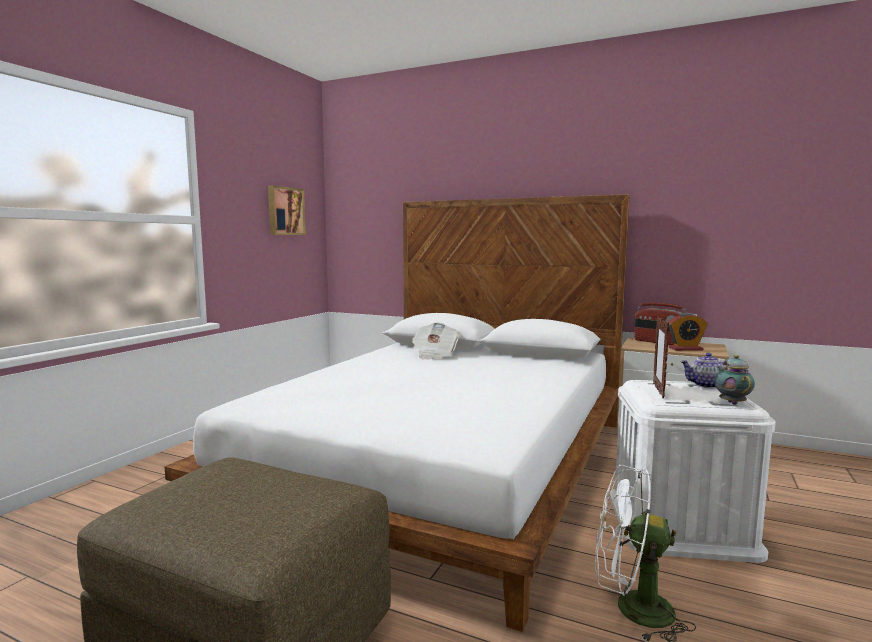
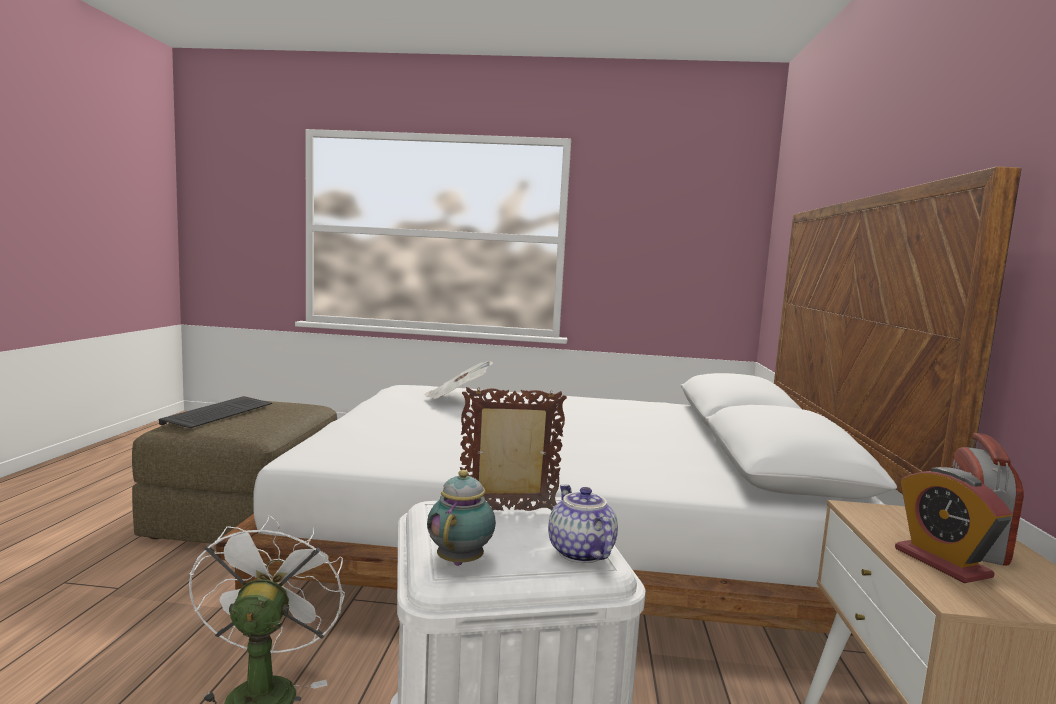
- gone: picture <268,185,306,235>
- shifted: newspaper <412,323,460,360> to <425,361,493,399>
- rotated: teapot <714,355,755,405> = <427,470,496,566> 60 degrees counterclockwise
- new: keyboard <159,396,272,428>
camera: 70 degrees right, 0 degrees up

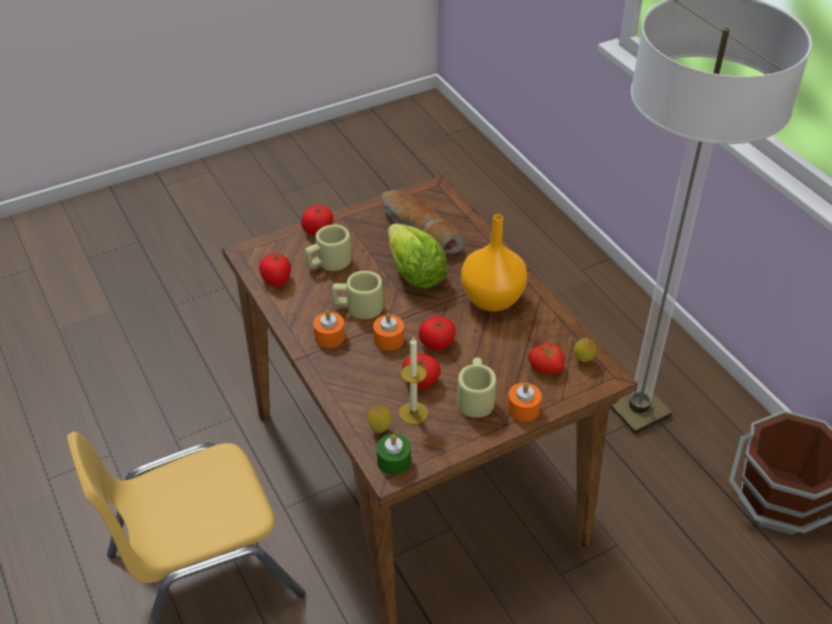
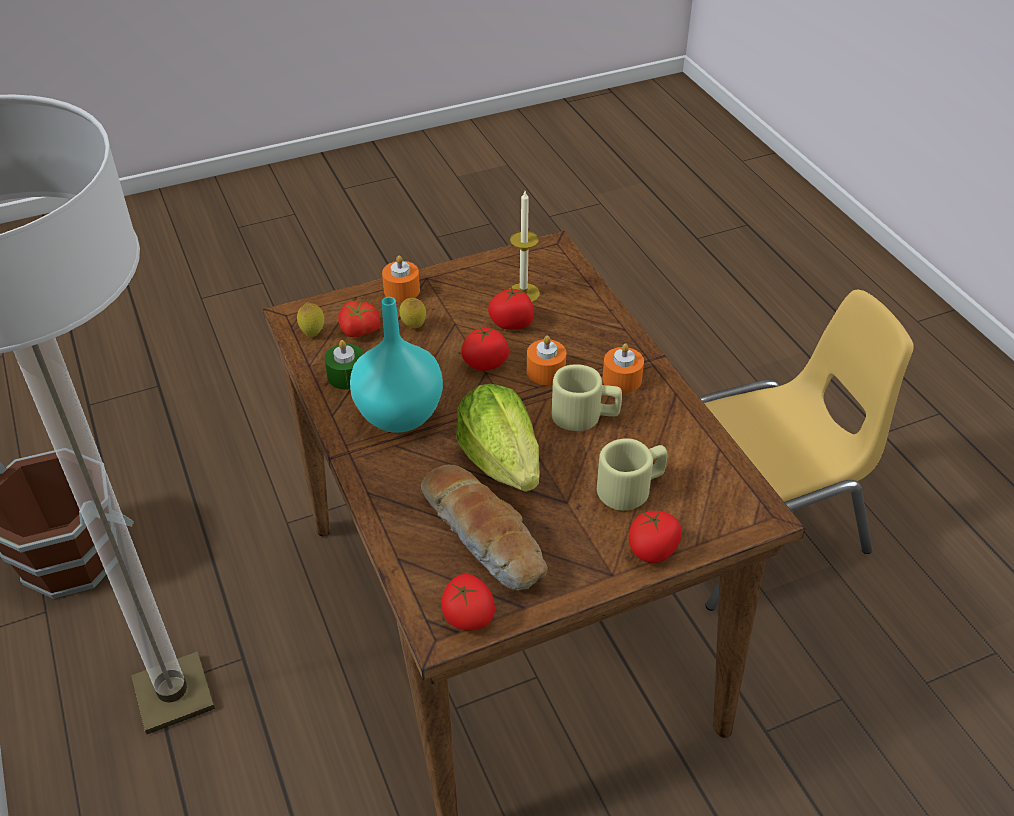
- shifted: tomato <259,253,291,287> to <441,574,495,630>
- shifted: lemon <368,405,392,433> to <400,298,426,328>
- shifted: green candle <377,434,411,475> to <324,340,364,390>
- gone: beige mug <457,357,496,418>
- repainted: orange vase <461,214,527,312> to turquoise vase <350,297,443,433>
camera: 175 degrees left, 0 degrees up

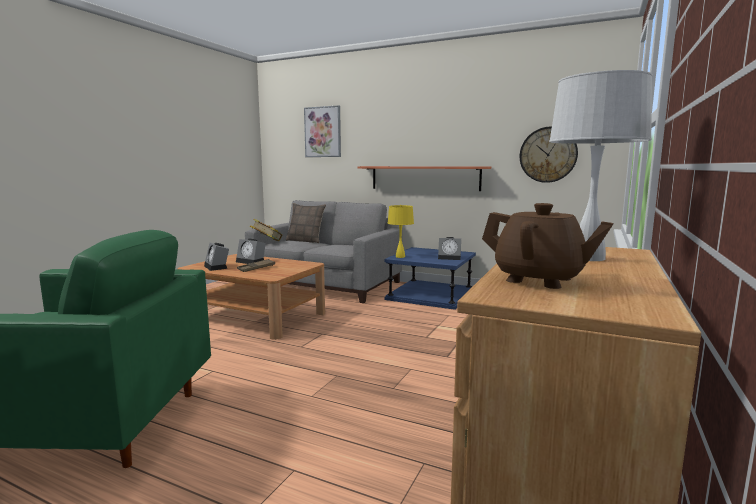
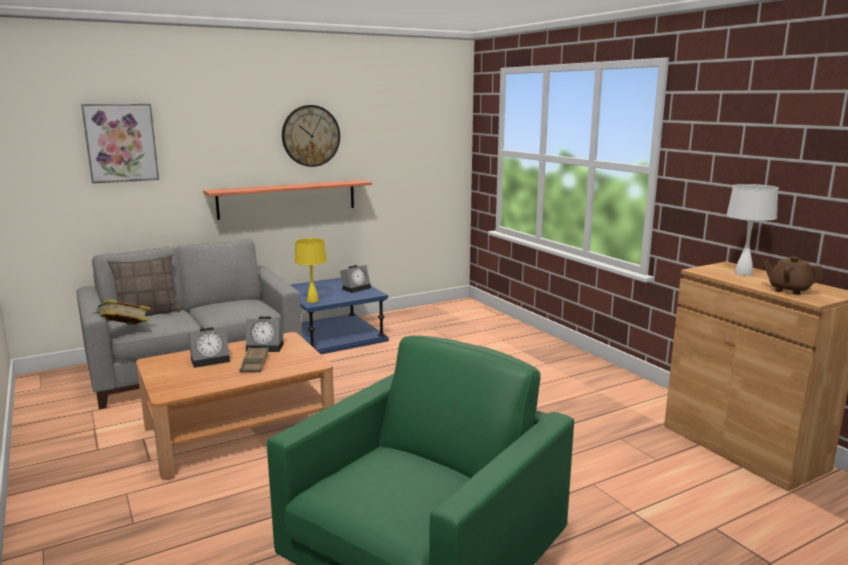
- shifted: alarm clock <204,243,229,271> to <246,316,284,352>
- rotated: brown teapot <482,203,613,289> = <763,256,823,295> 120 degrees counterclockwise
- shifted: wall clock <520,127,578,183> to <282,105,340,167>
camera: 55 degrees left, 5 degrees up

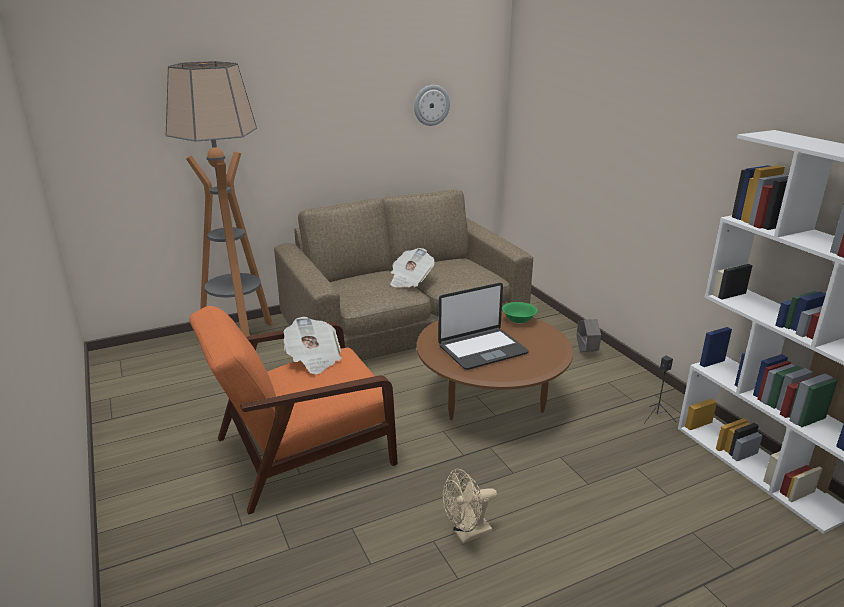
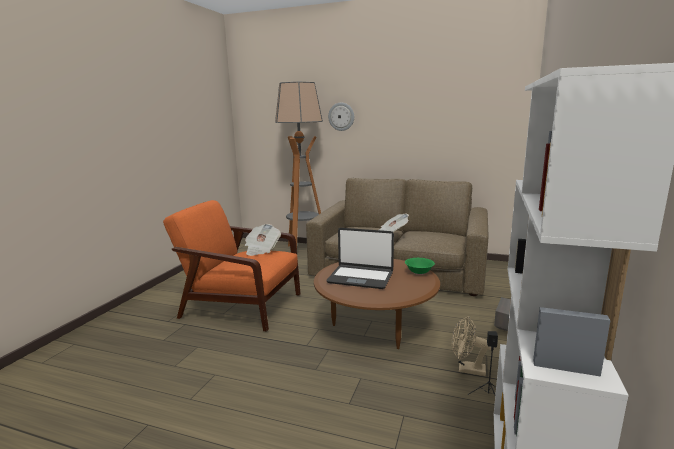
- shifted: wall clock <414,85,450,126> to <328,103,354,131>
- shifted: beige fan <443,469,497,544> to <452,316,494,376>
camera: 45 degrees right, 10 degrees down

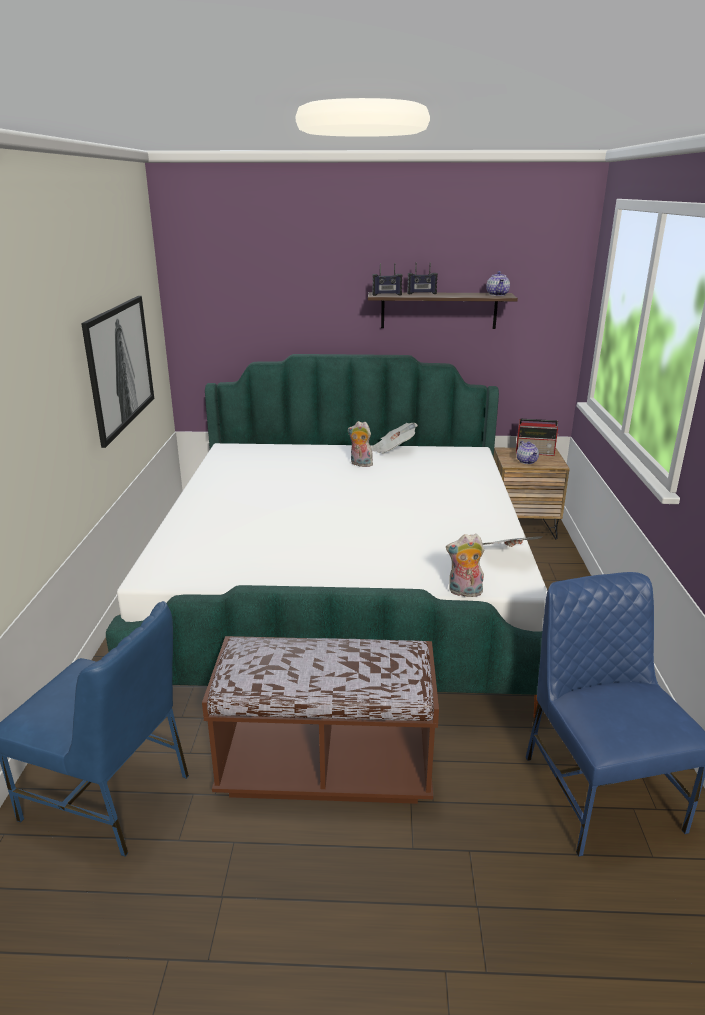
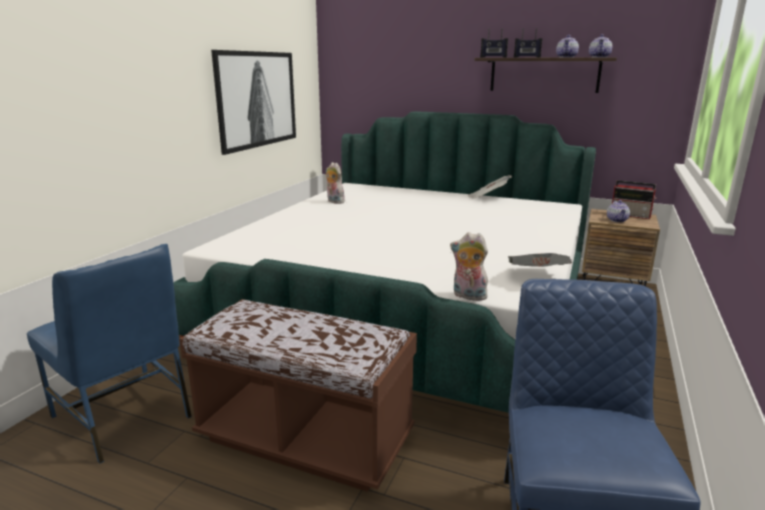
- shifted: plush toy <348,421,376,467> to <326,162,346,204>
- new: teapot <556,35,579,57>
camera: 20 degrees right, 5 degrees down

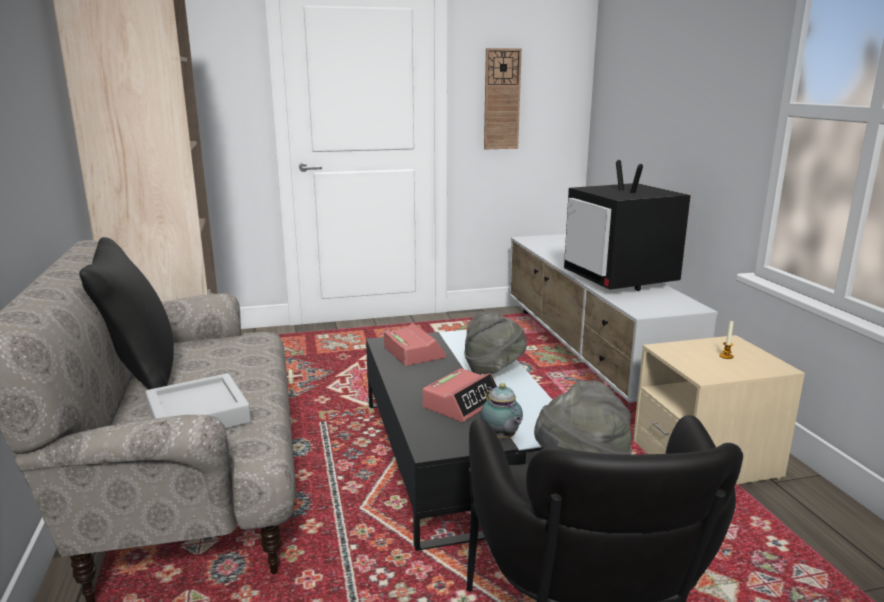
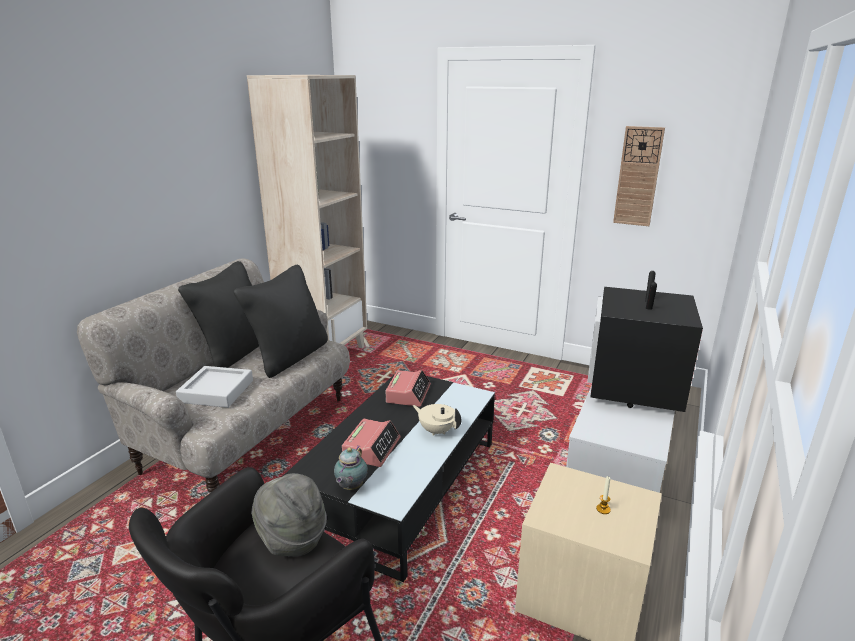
- rotated: alarm clock <422,368,497,422> = <342,419,401,467> 60 degrees counterclockwise
- swapped: grey hat <464,311,527,374> to beige teapot <413,404,461,436>
- new: black pillow <233,265,328,378>
camera: 40 degrees right, 5 degrees up

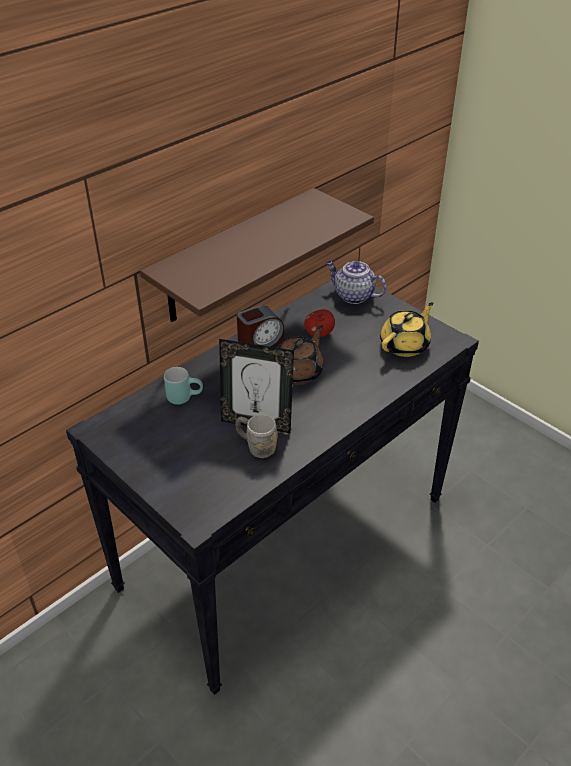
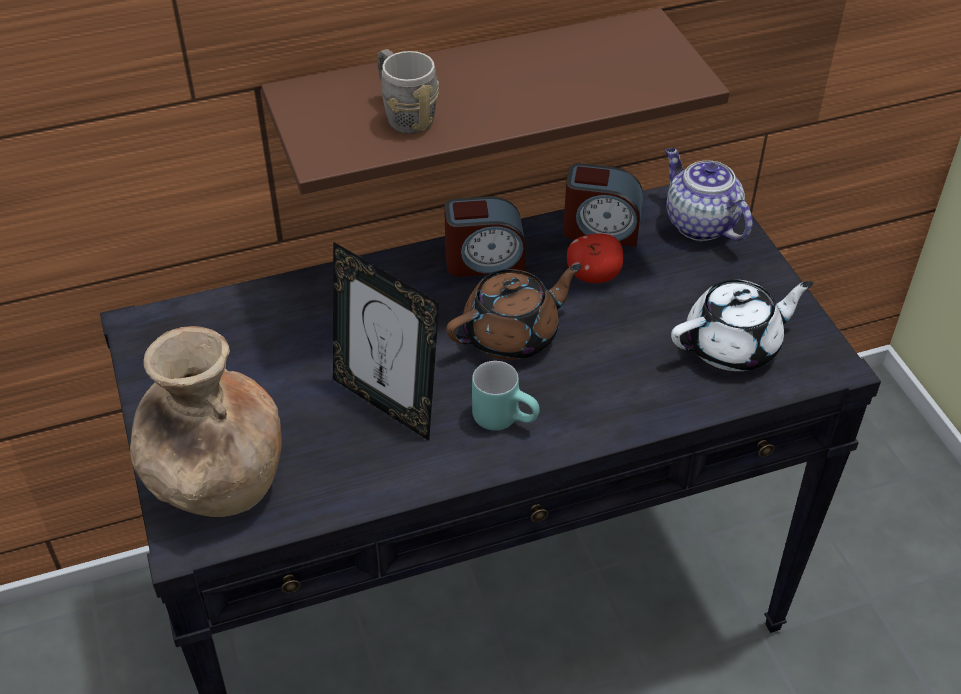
- shifted: turquoise mug <164,367,203,404> to <472,361,540,431>
- shifted: grey mug <235,414,278,458> to <377,49,439,134>
- repainted: yellow teapot <380,302,433,357> to white teapot <671,280,813,371>
- new: brown vase <130,326,282,517>
- new: alarm clock <563,163,643,247>
camera: 25 degrees right, 5 degrees up

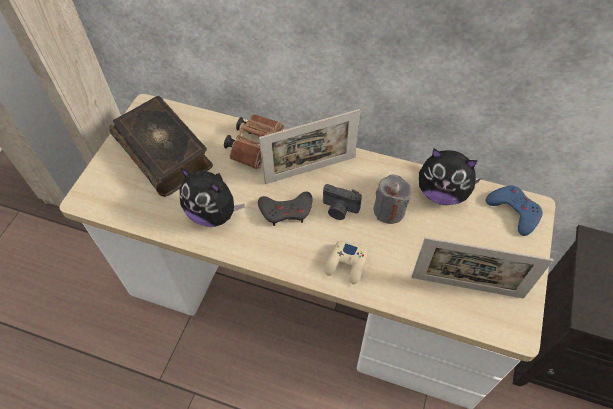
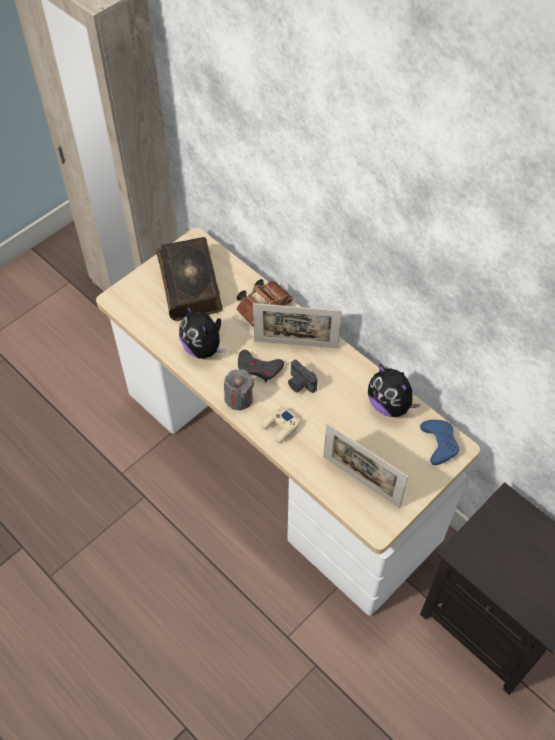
- shifted: grey candle <373,174,412,224> to <224,369,254,410>
camera: 25 degrees right, 0 degrees up

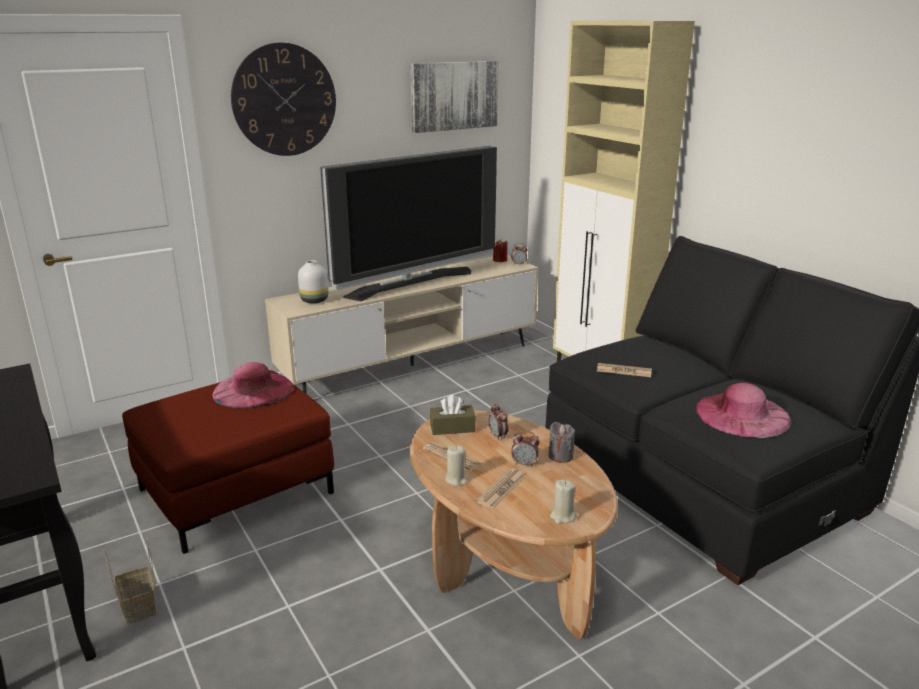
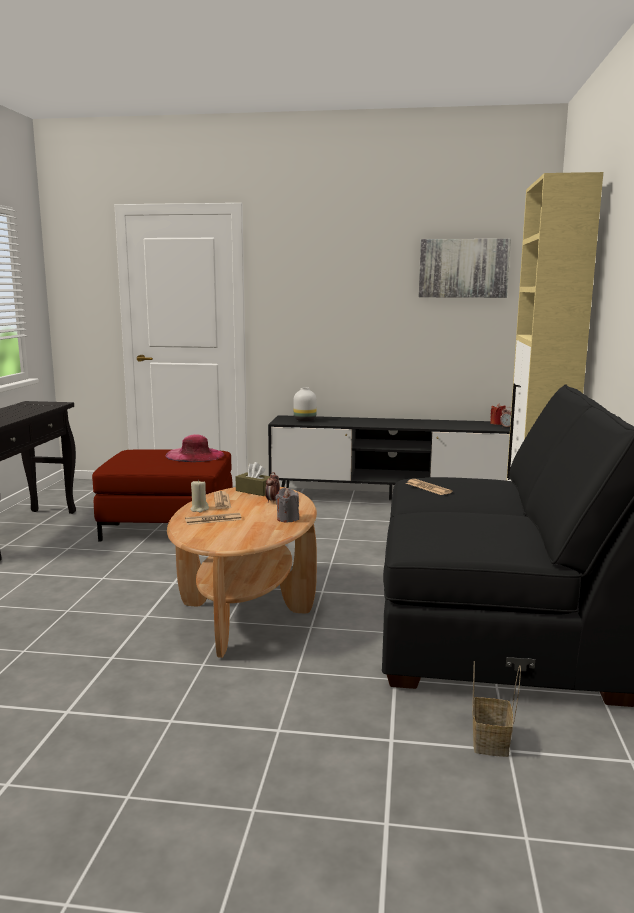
- shifted: basket <104,537,157,624> to <472,661,521,757>
- gone: wall clock <231,43,336,156>
- repainted: beige tv stand <265,255,538,394> to black tv stand <268,415,510,500>
- gone: television <320,146,497,301>
- gone: alarm clock <511,431,540,467>
- gone: beige candle <550,479,577,524>
- gone: pink hat <696,382,791,438>
camera: 40 degrees right, 10 degrees down

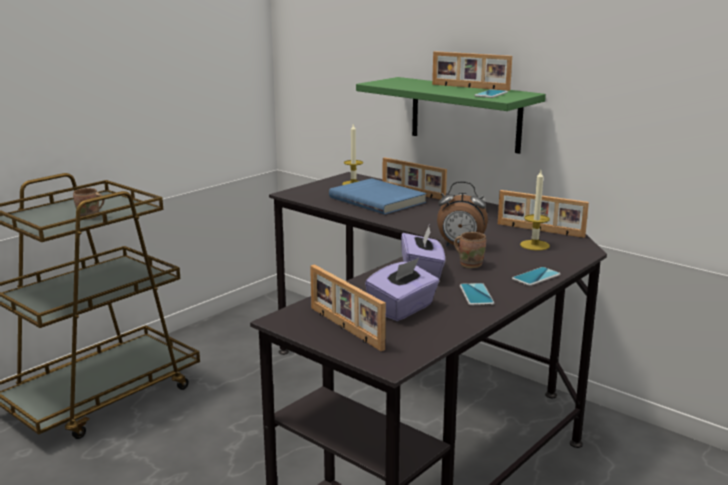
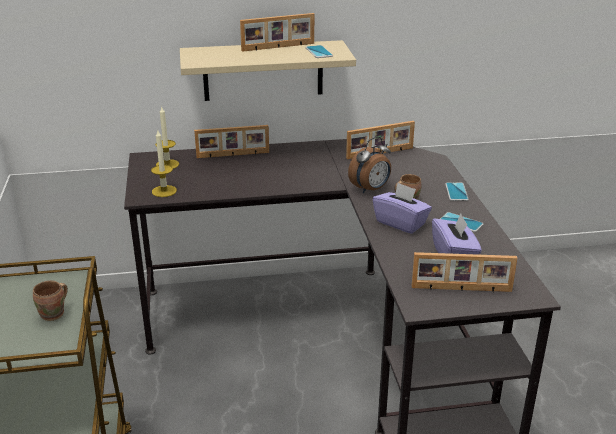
- gone: blue book <329,178,427,215>
- repainted: green shelf <356,77,546,154> to beige shelf <180,40,356,101>
- shifted: candle <520,170,550,251> to <151,130,177,197>
camera: 50 degrees left, 10 degrees up

